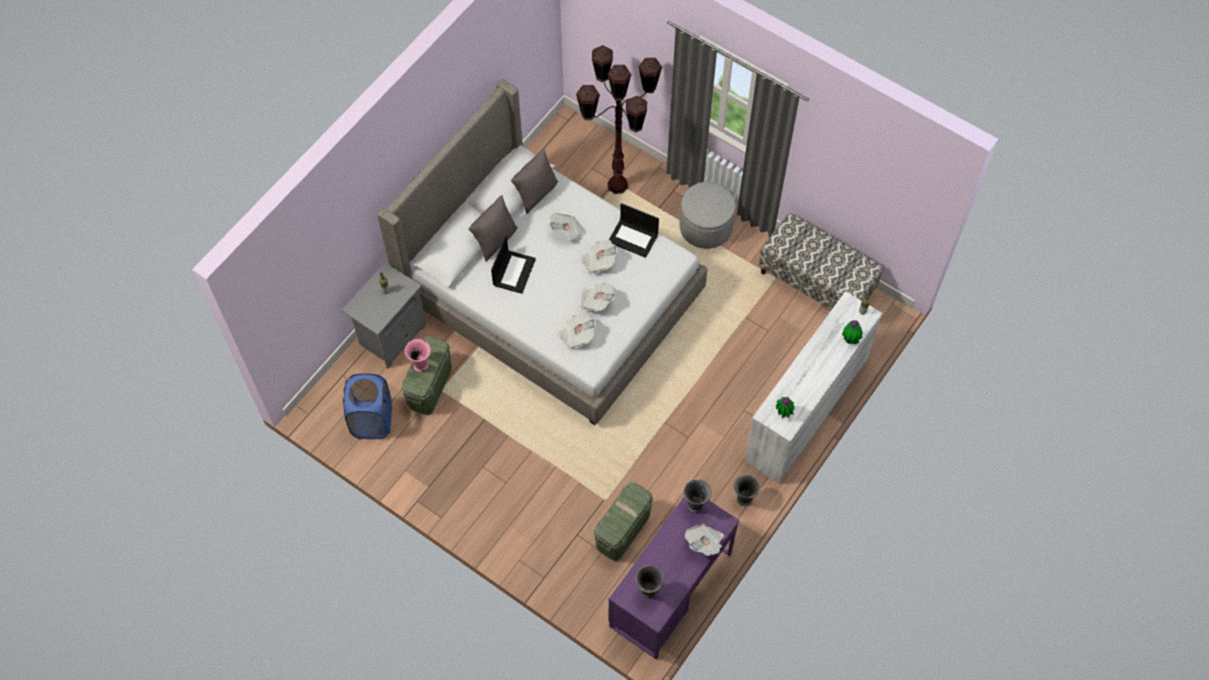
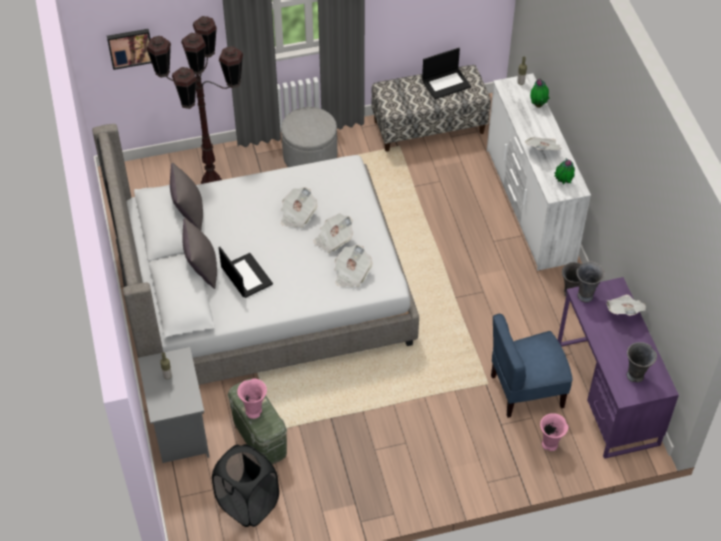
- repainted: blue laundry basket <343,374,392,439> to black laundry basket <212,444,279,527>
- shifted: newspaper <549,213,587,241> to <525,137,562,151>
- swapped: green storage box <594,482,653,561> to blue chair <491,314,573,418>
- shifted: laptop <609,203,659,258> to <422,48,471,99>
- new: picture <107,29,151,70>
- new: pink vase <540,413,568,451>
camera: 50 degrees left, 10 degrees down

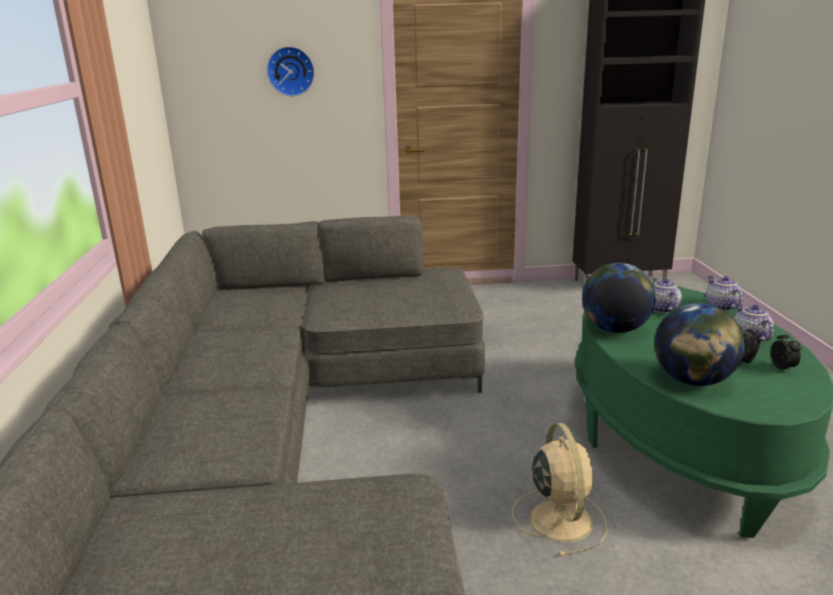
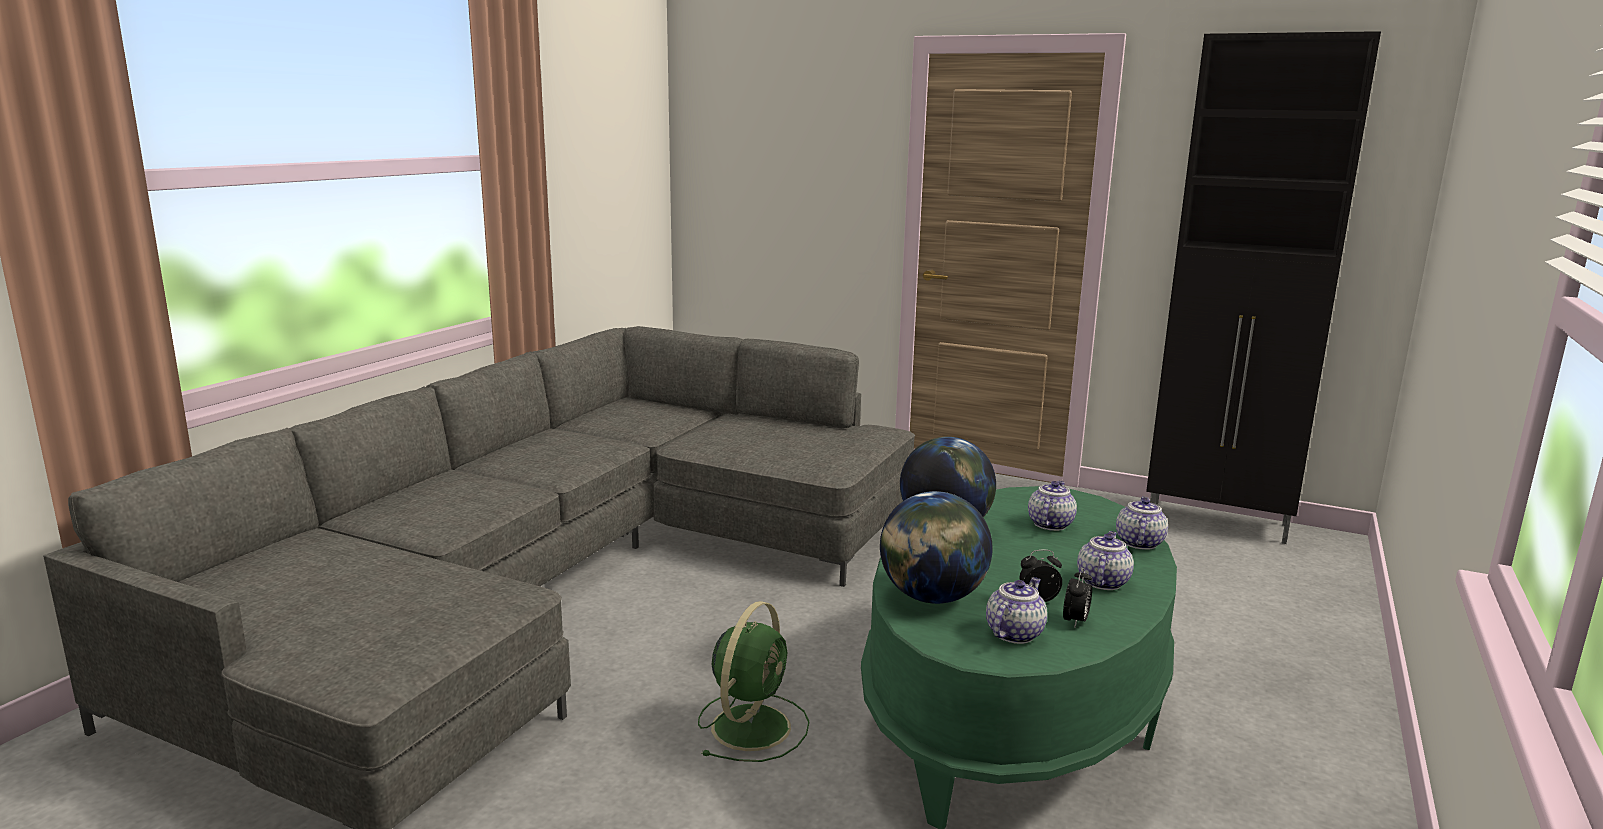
- gone: wall clock <266,46,315,96>
- repainted: beige fan <512,423,607,557> to green fan <698,601,810,762>
- new: teapot <986,577,1047,644>
camera: 30 degrees right, 5 degrees down

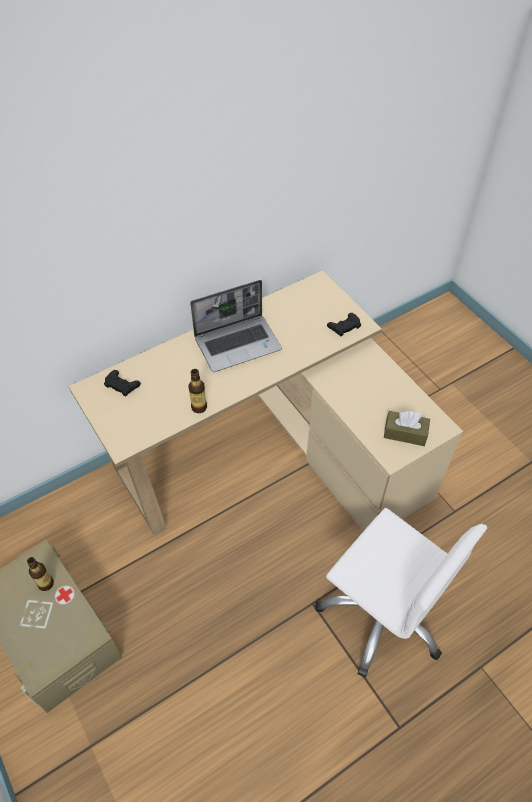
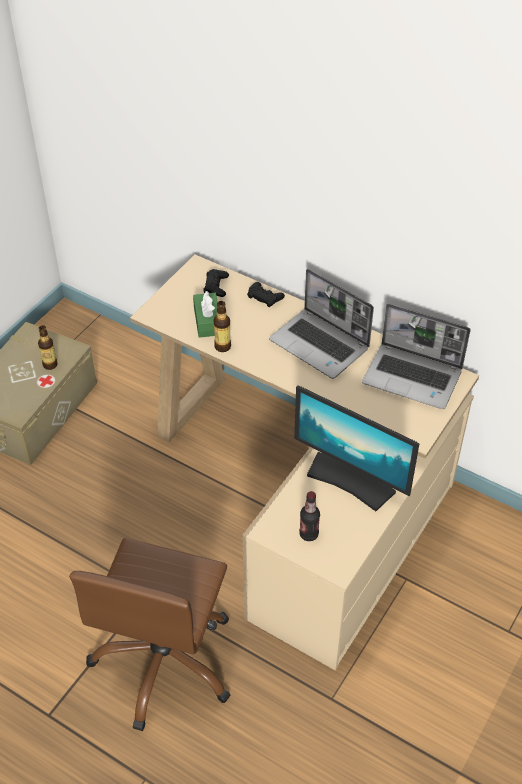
- repainted: white office chair <315,508,487,677> to brown office chair <69,538,231,731>
- shifted: black game controller <327,313,361,337> to <247,282,285,307>
- swapped: brown tissue box <384,411,430,446> to bottle <299,491,320,541>
- new: green tissue box <193,291,218,338>
- new: monitor <294,385,419,511>
- new: laptop <362,304,471,409>
camera: 65 degrees right, 5 degrees down

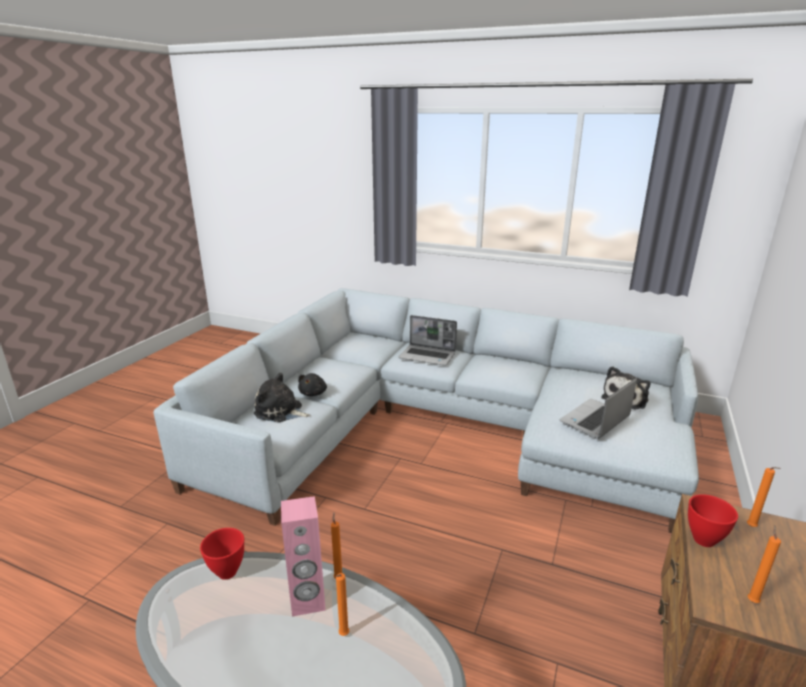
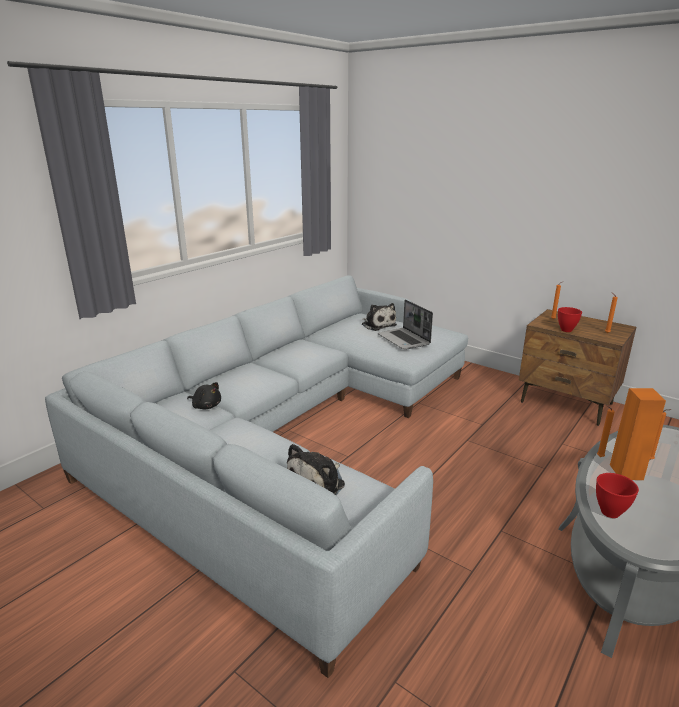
- repainted: pink speaker <281,496,326,616> to orange speaker <610,388,666,480>
- shifted: black plush toy <298,373,327,396> to <187,382,221,409>
- gone: laptop <399,315,457,366>
camera: 75 degrees left, 0 degrees up

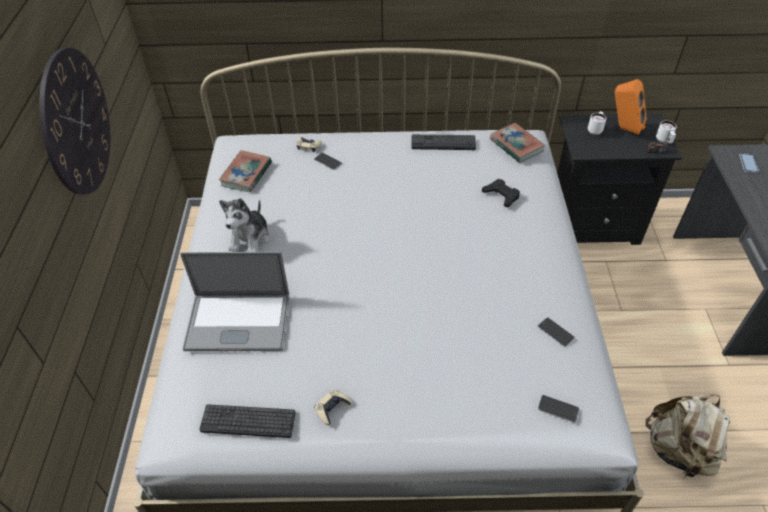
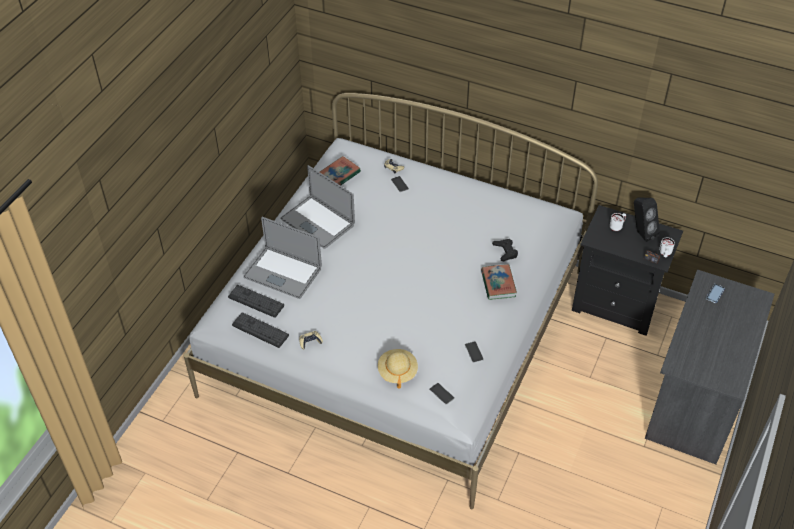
- gone: wall clock <40,48,110,195>
- swapped: plush toy <219,198,270,252> to laptop <281,165,355,249>
- shifted: keyboard <411,134,476,150> to <228,285,284,318>
- shifted: book <490,123,546,163> to <481,264,517,300>
- repainted: orange speaker <615,79,647,135> to black speaker <634,197,660,242>
- gone: beige backpack <646,394,730,478>
- new: beige hat <378,349,418,389>
camera: 25 degrees right, 0 degrees up

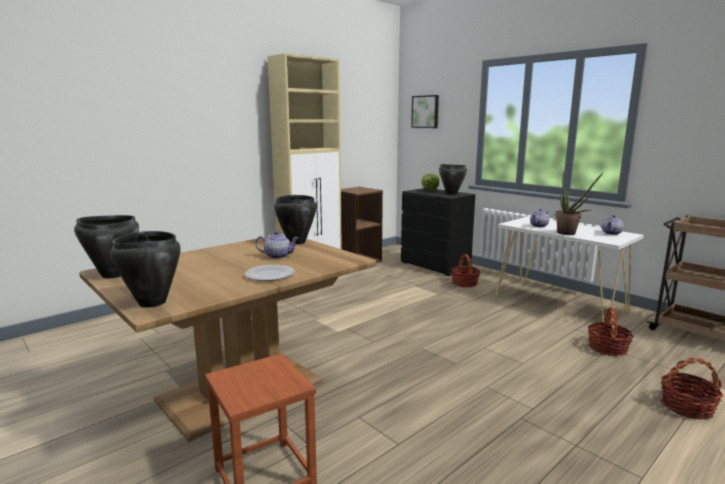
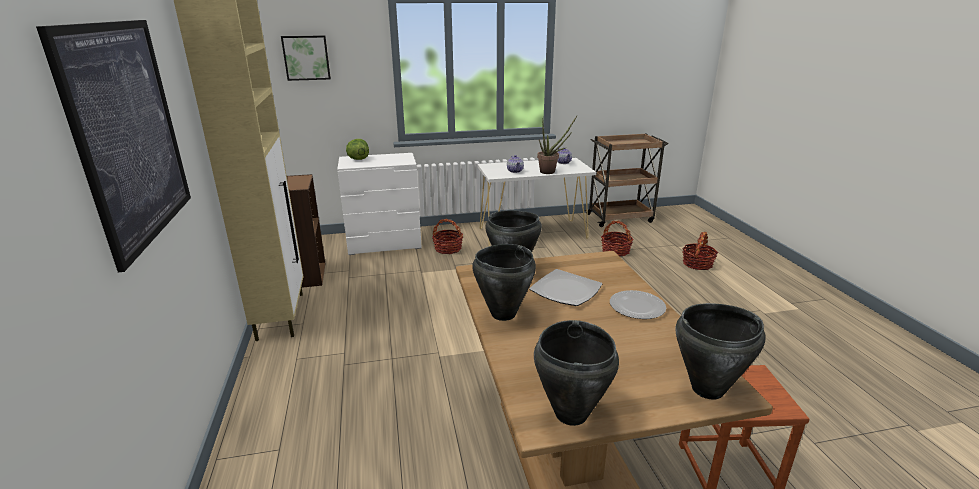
- swapped: teapot <255,231,298,259> to plate <529,269,603,306>
- repainted: black dresser <401,188,475,276> to white dresser <337,153,422,255>
- shifted: black cooking pot <439,164,467,195> to <472,244,536,321>
- new: picture <36,20,191,272>
camera: 60 degrees left, 10 degrees up

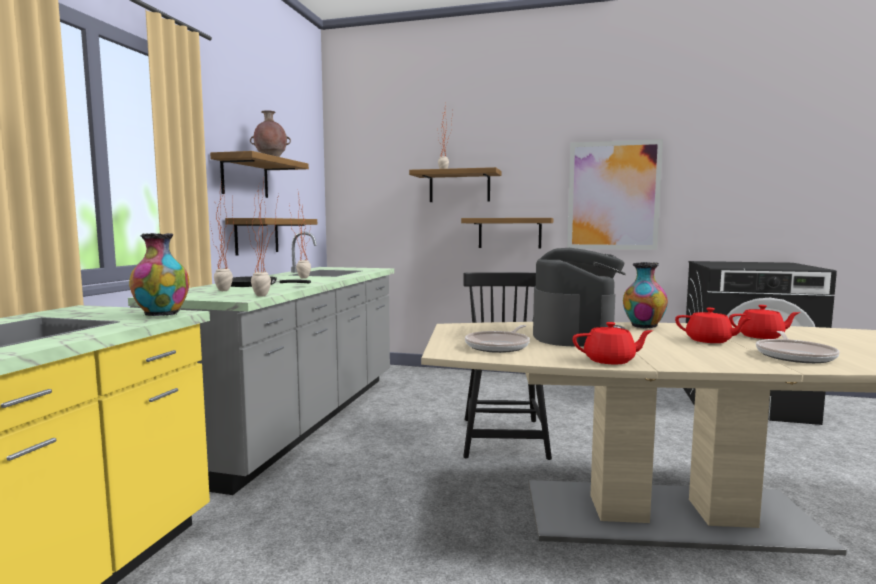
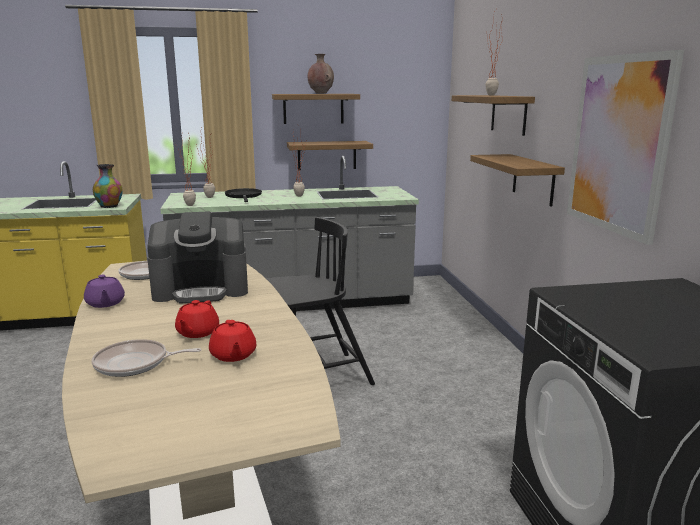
- repainted: red teapot <572,322,653,364> to purple teapot <84,275,125,308>
- gone: vase <623,262,668,328>
camera: 65 degrees right, 10 degrees up

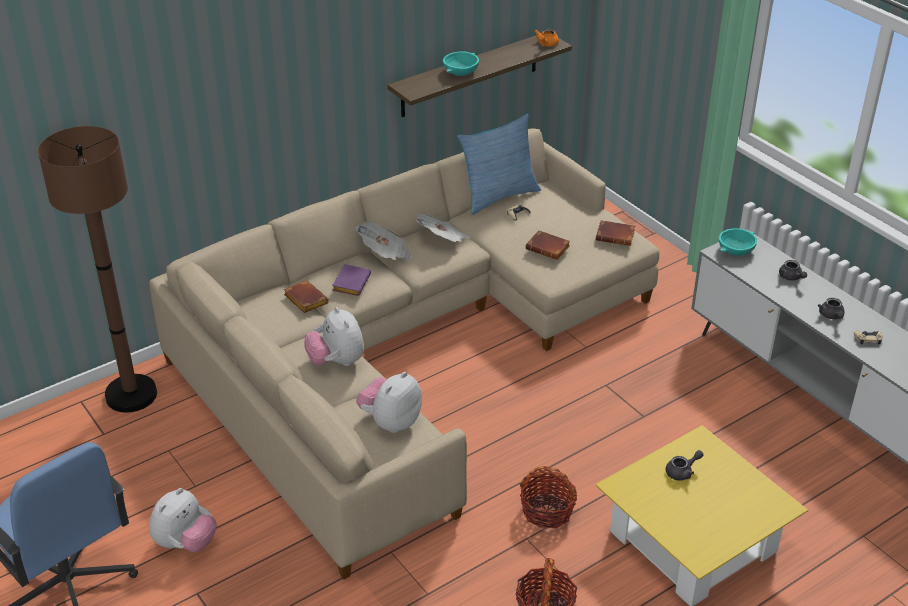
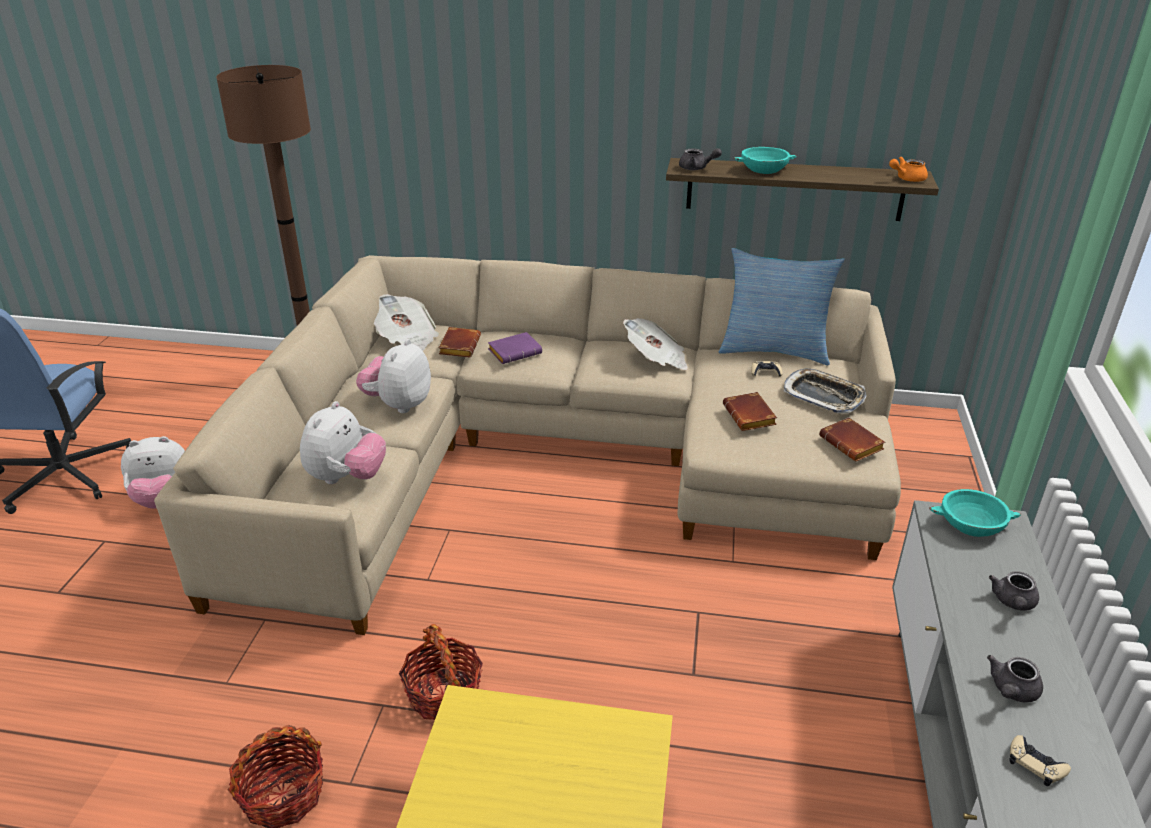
- shifted: newspaper <356,221,413,260> to <374,294,439,351>
- rotated: plush toy <356,372,422,433> = <300,401,386,484> 120 degrees clockwise
- shifted: grey teapot <666,450,704,480> to <679,148,722,170>
- new: tray <783,369,867,414>
camera: 45 degrees right, 5 degrees down

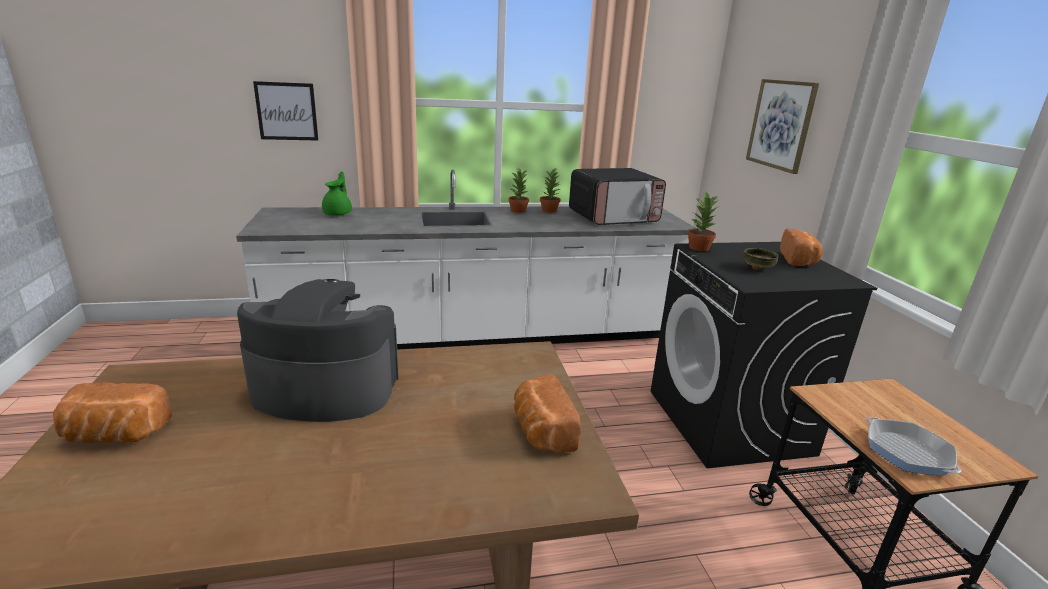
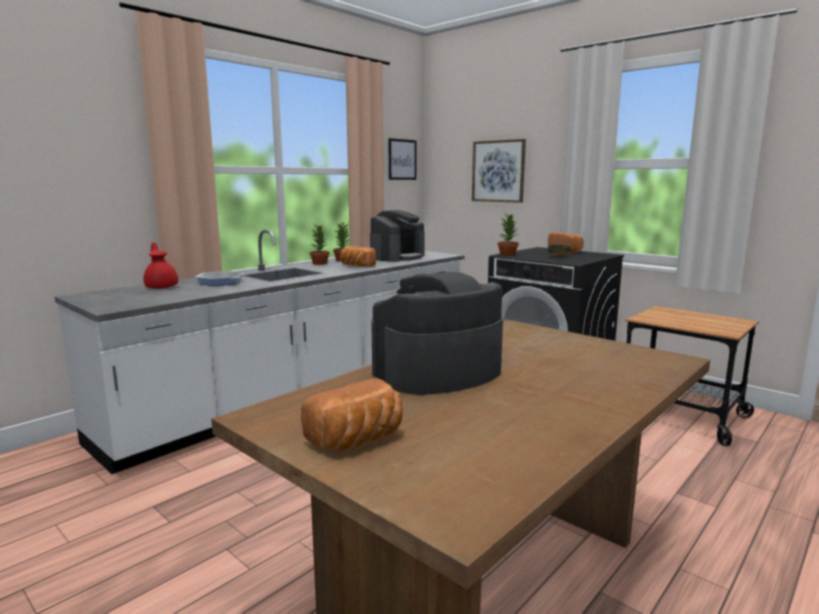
- shifted: picture <253,81,318,141> to <389,138,416,180>
- repainted: green teapot <322,171,352,216> to red teapot <143,242,178,289>
- shifted: bread <514,374,581,453> to <340,246,376,267>
- swapped: microwave <569,168,666,225> to coffee machine <370,210,425,262>
- shifted: frying pan <866,417,962,476> to <195,271,244,286>
camera: 35 degrees left, 10 degrees down

